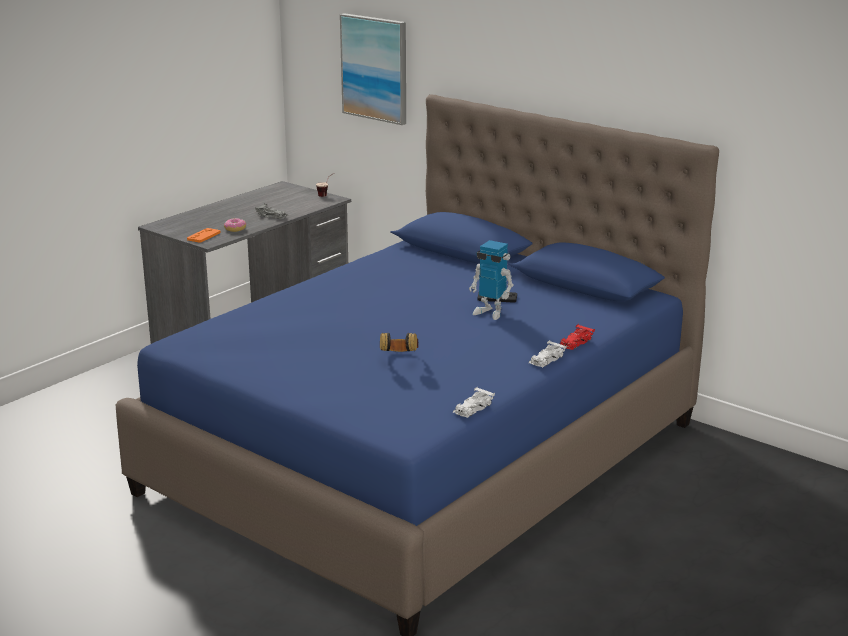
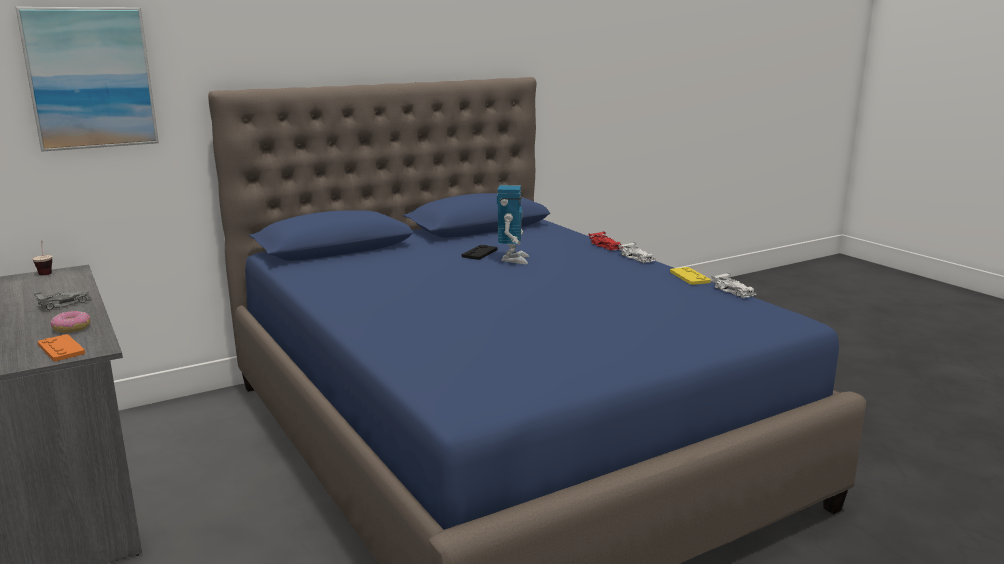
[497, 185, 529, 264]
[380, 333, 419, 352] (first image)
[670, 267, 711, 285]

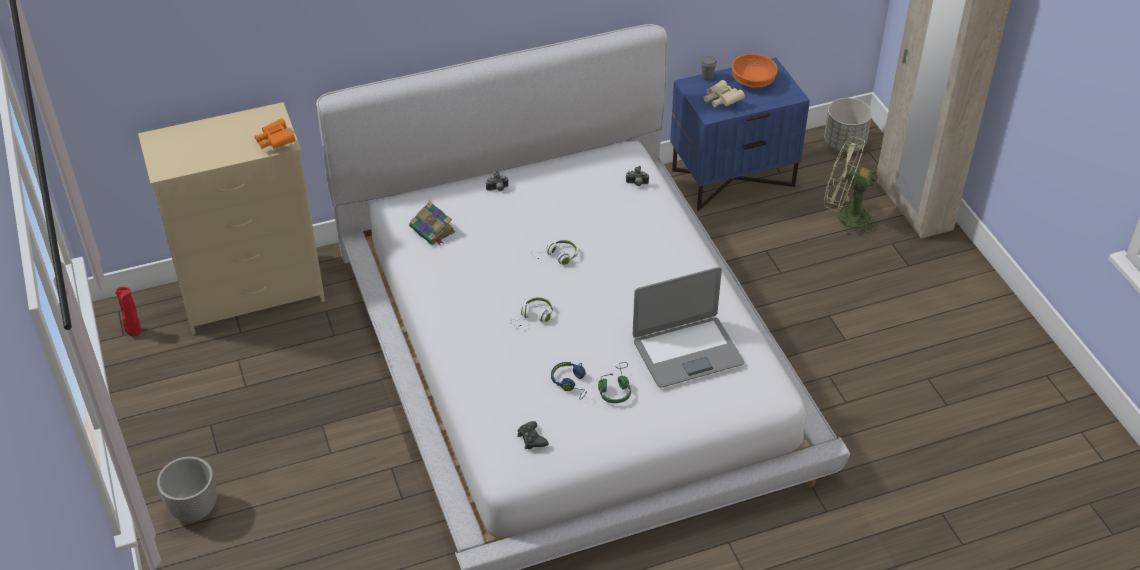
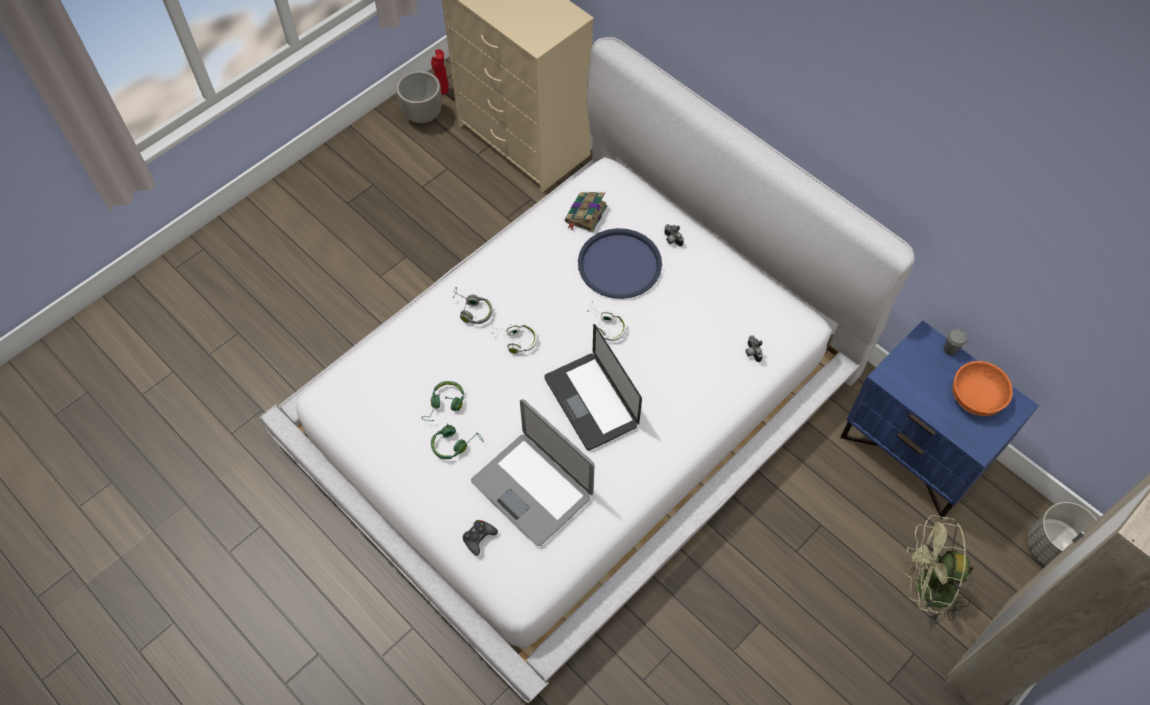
[704, 80, 745, 107] (first image)
[255, 118, 296, 149] (first image)
[905, 515, 974, 621]
[423, 381, 464, 421]
[463, 520, 498, 556]
[396, 71, 441, 123]
[578, 228, 662, 299]
[452, 287, 492, 324]
[544, 324, 642, 451]

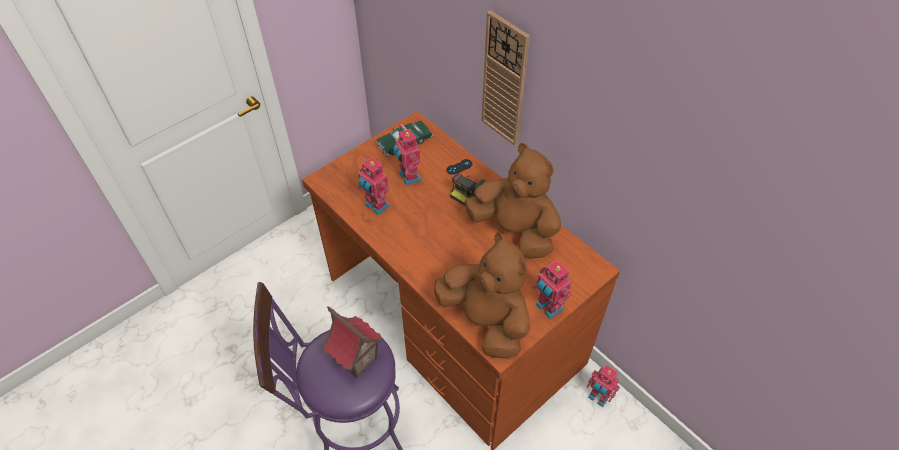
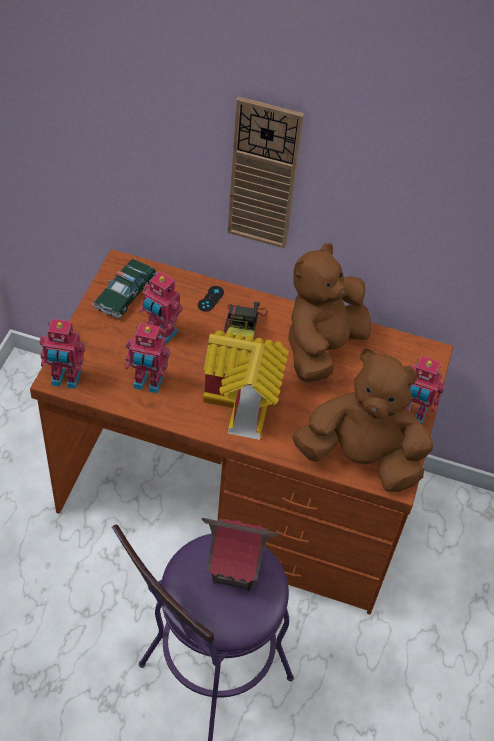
[288, 243, 371, 382]
[40, 319, 85, 389]
[203, 330, 289, 440]

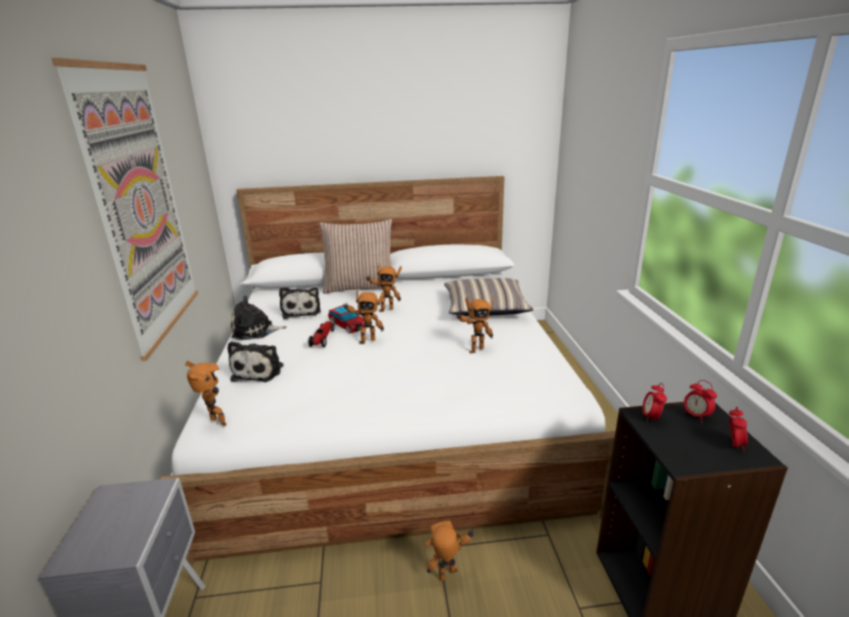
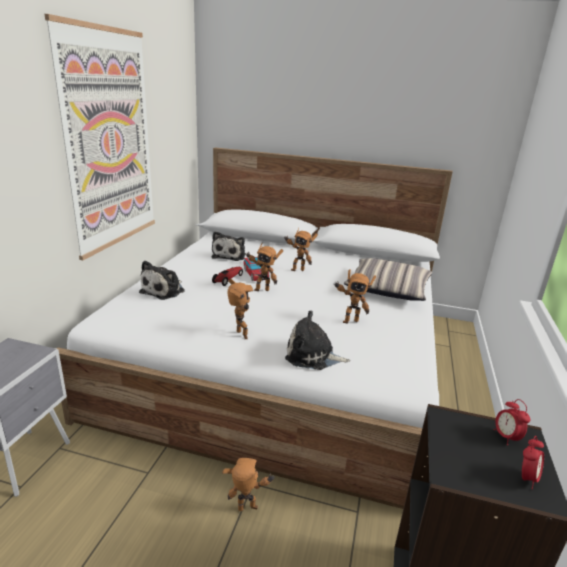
[319, 219, 395, 294] (first image)
[285, 311, 350, 370]
[228, 279, 253, 339]
[642, 383, 667, 421] (first image)

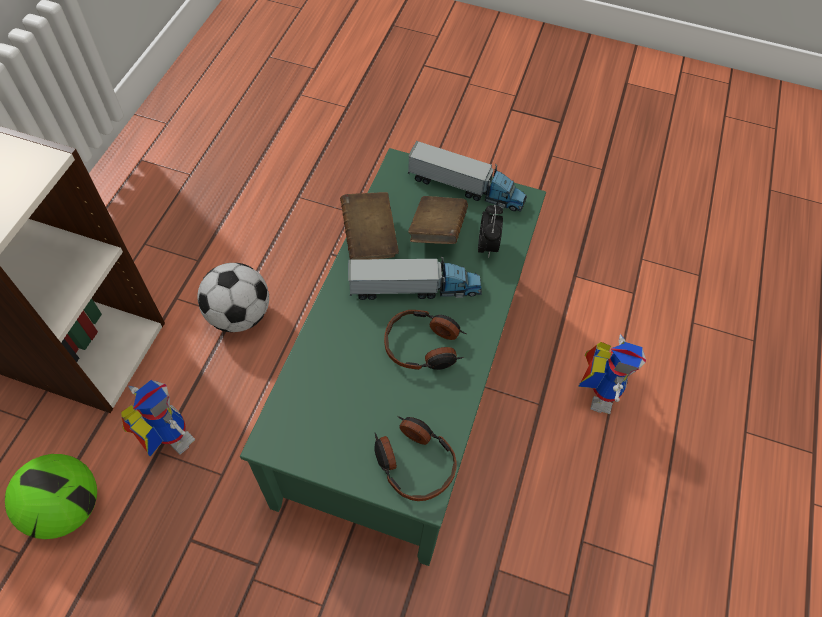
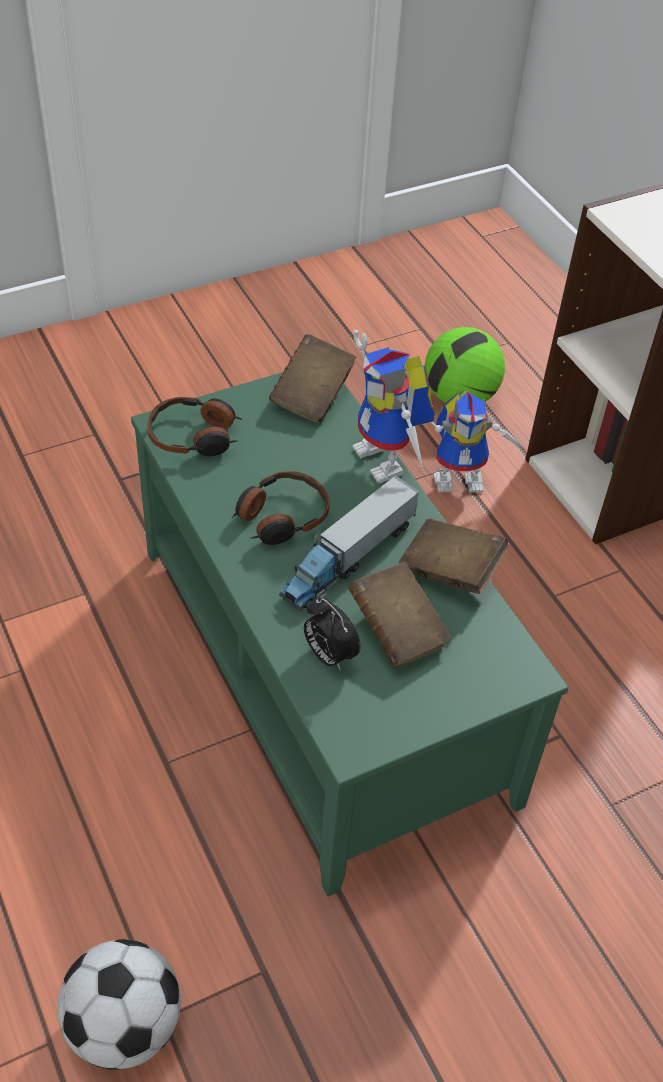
[408, 141, 527, 212] (first image)
[57, 939, 181, 1070]
[352, 330, 435, 484]
[269, 334, 356, 423]

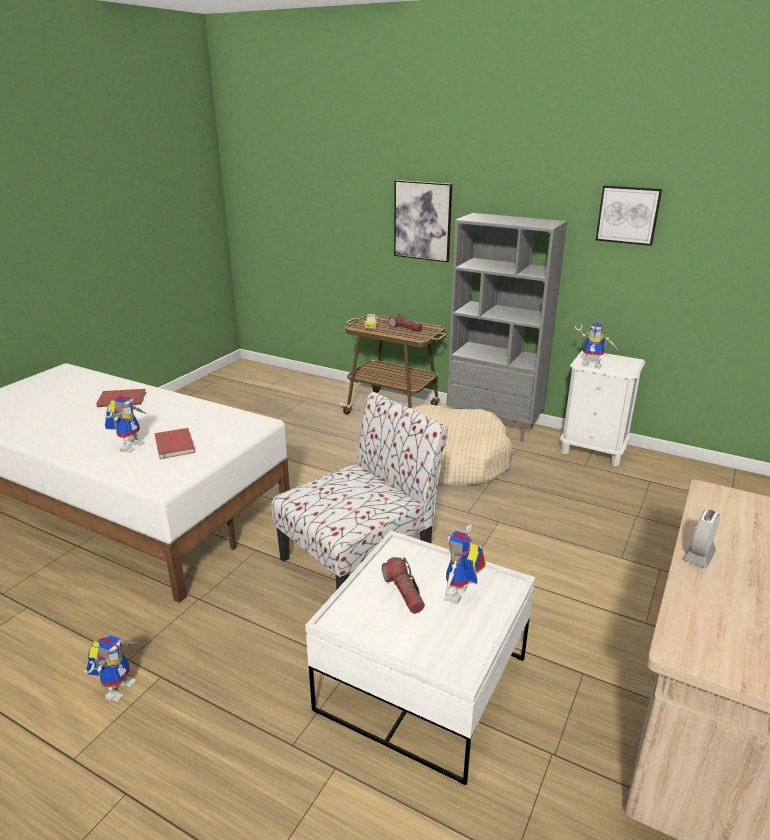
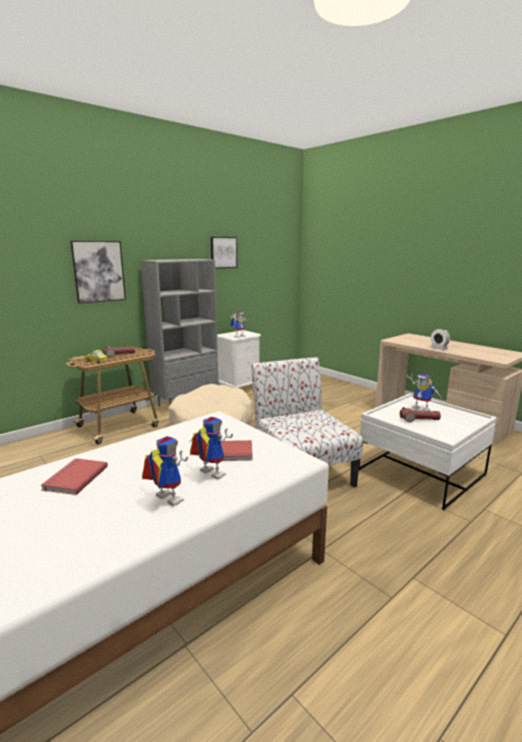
[142, 436, 188, 506]

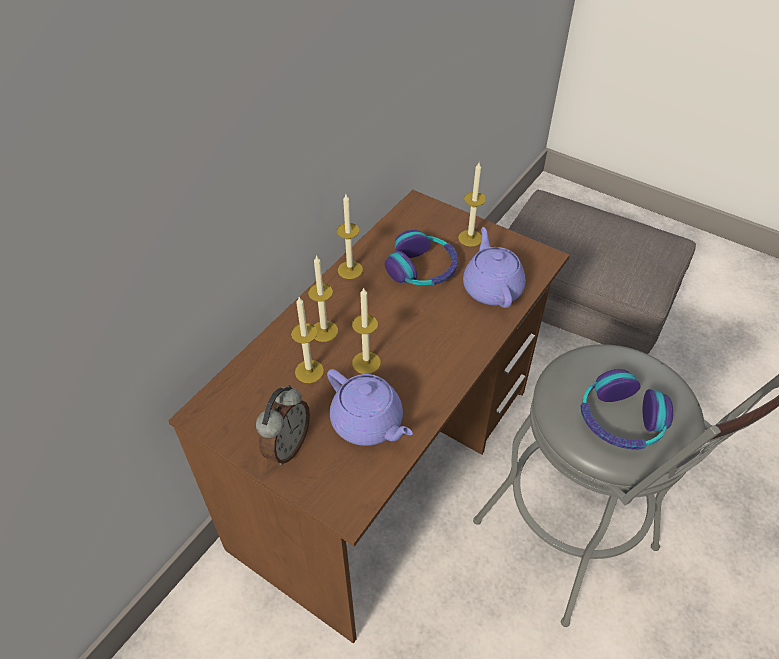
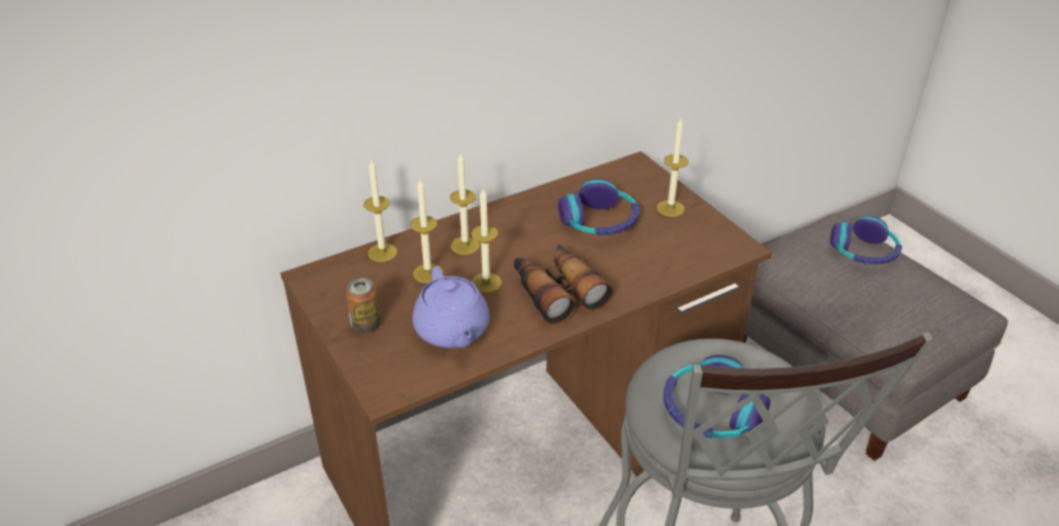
[364, 160, 397, 262]
[463, 227, 526, 308] (first image)
[346, 278, 380, 333]
[830, 216, 902, 264]
[514, 244, 613, 325]

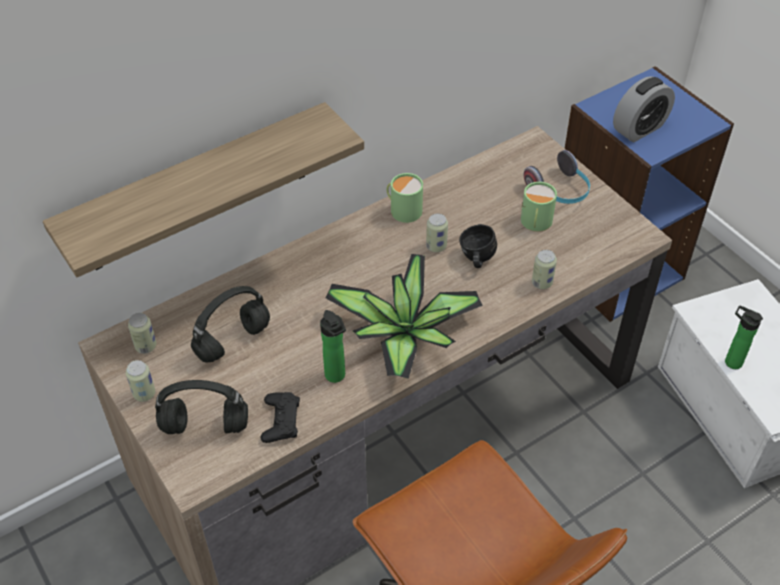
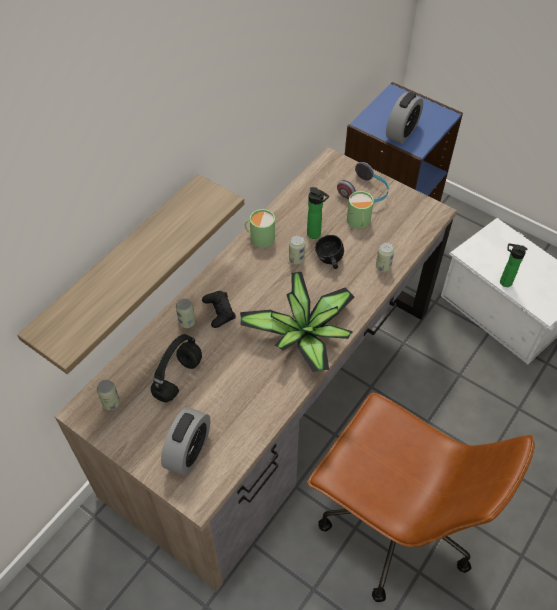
[307, 187, 329, 239]
[176, 298, 195, 328]
[161, 407, 210, 476]
[202, 291, 236, 328]

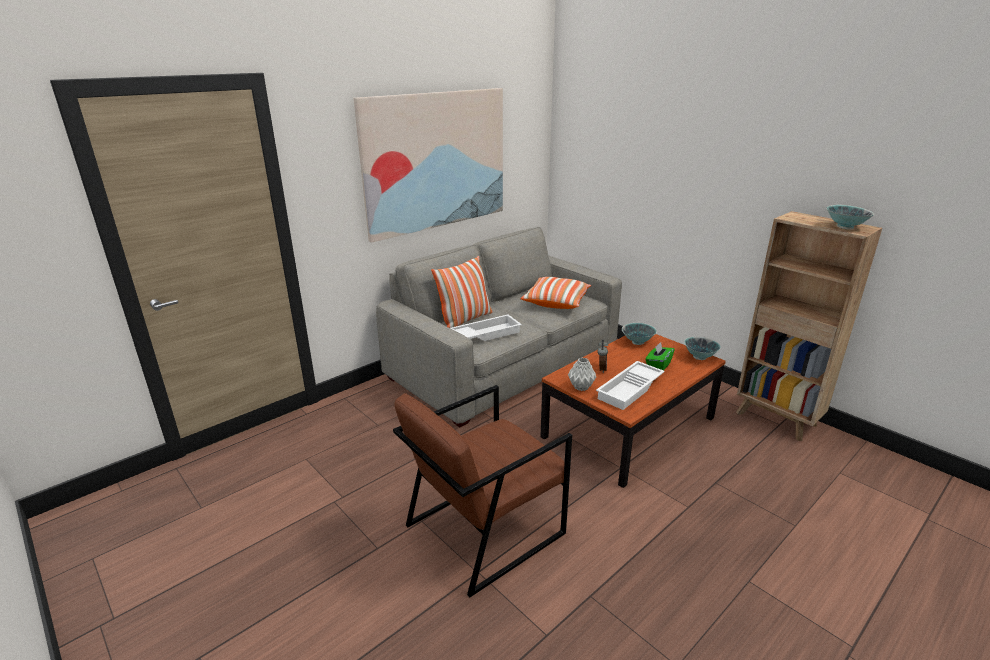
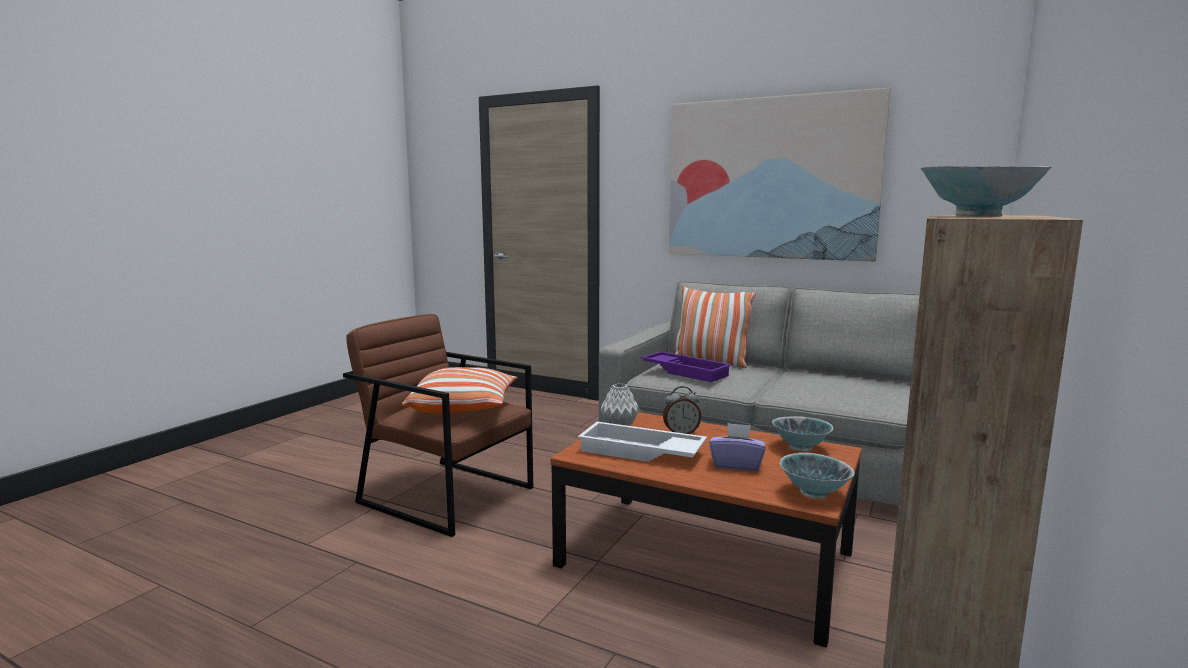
[402, 367, 518, 414]
[641, 352, 732, 382]
[709, 423, 766, 471]

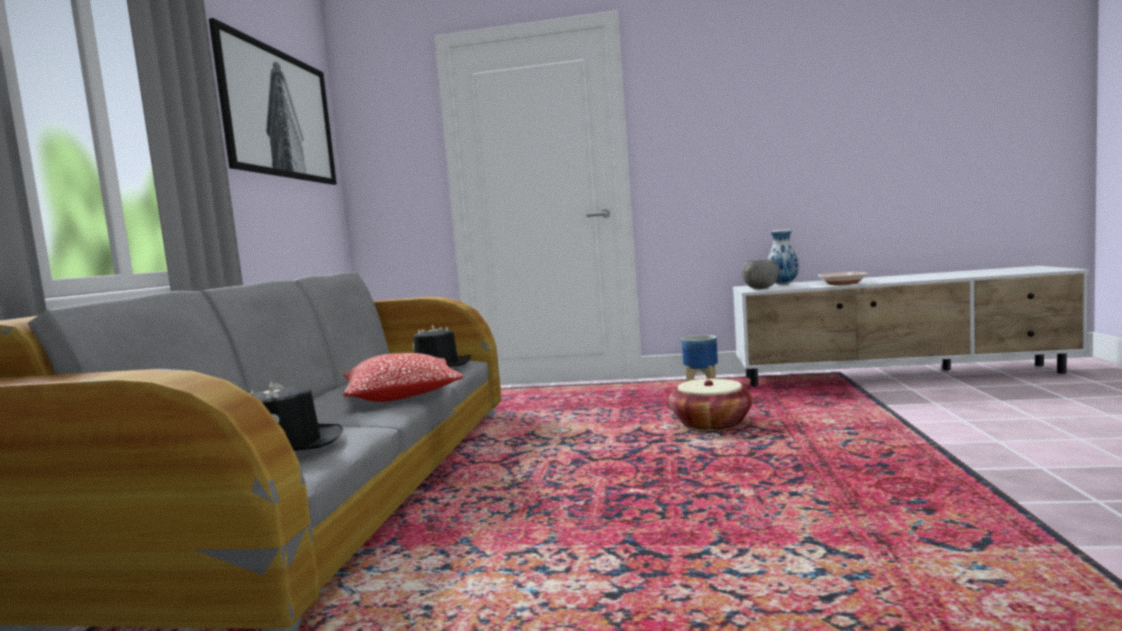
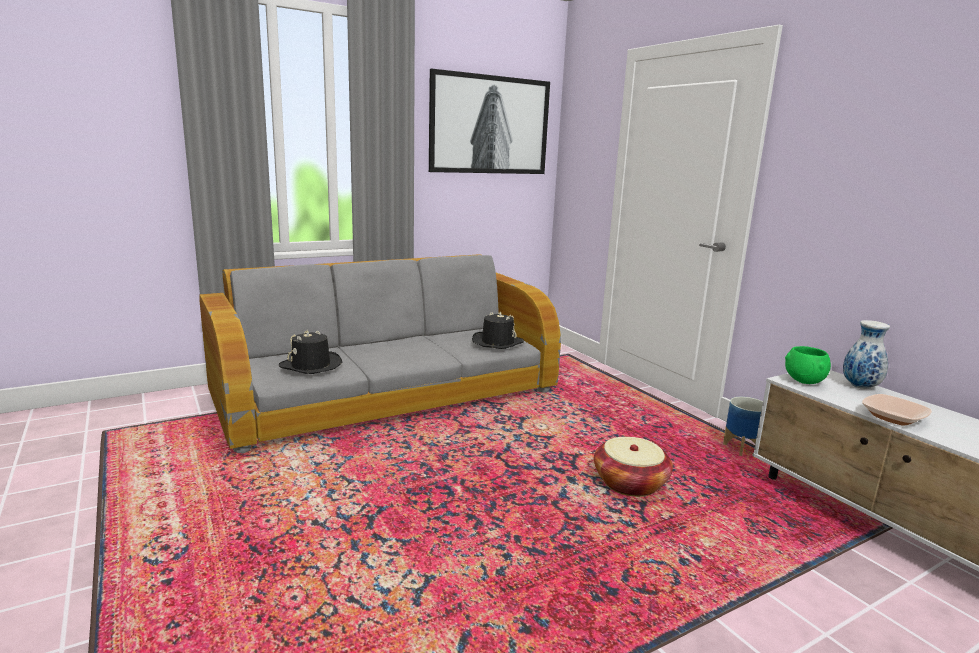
[785, 346, 831, 384]
[343, 353, 464, 402] (first image)

